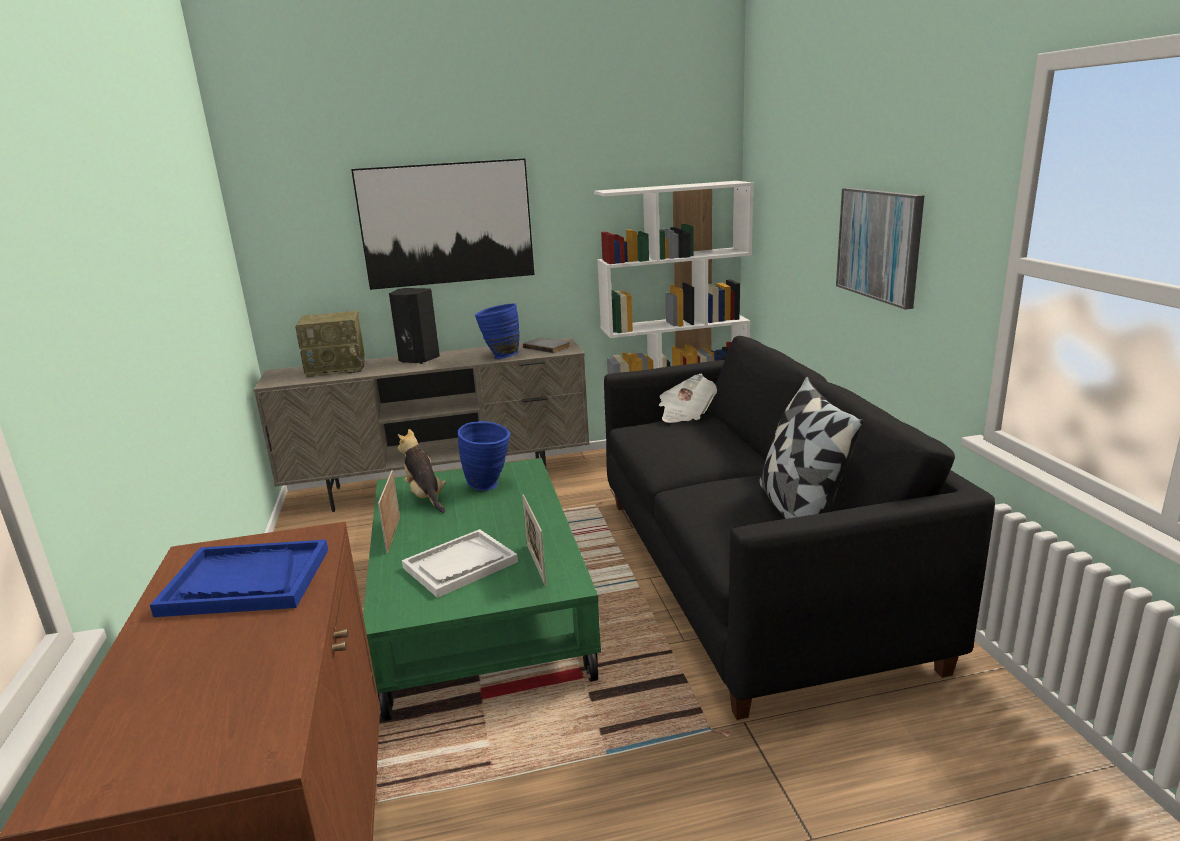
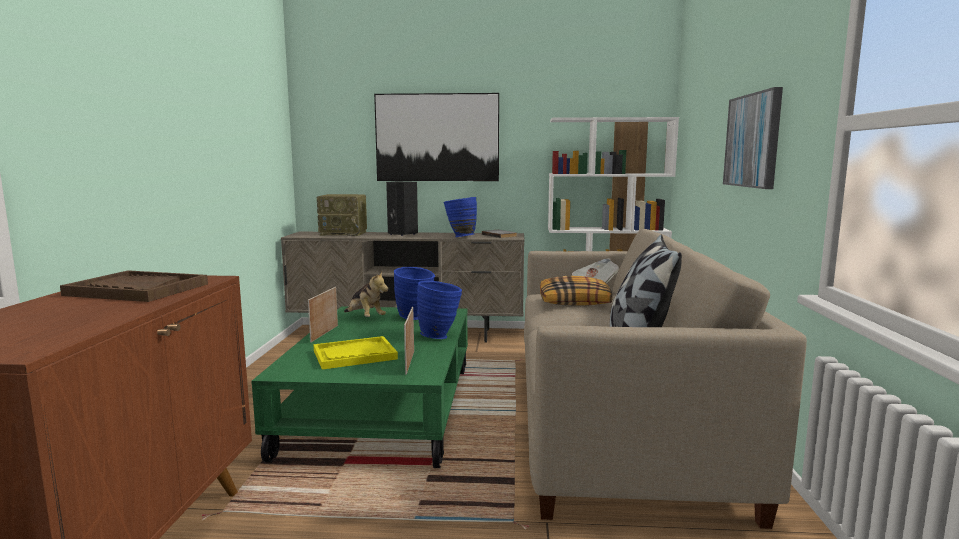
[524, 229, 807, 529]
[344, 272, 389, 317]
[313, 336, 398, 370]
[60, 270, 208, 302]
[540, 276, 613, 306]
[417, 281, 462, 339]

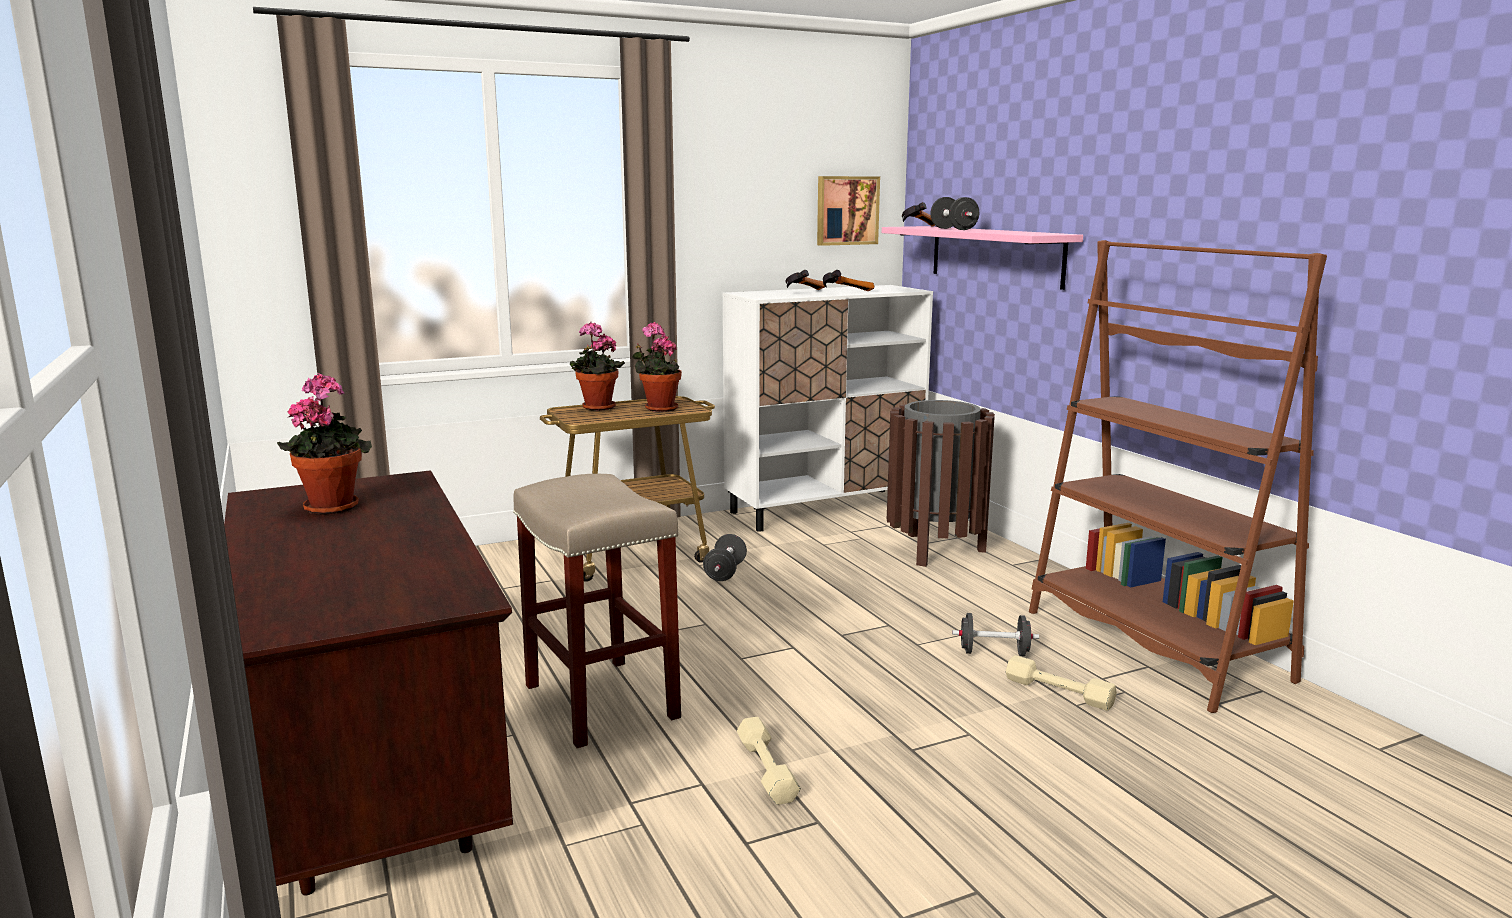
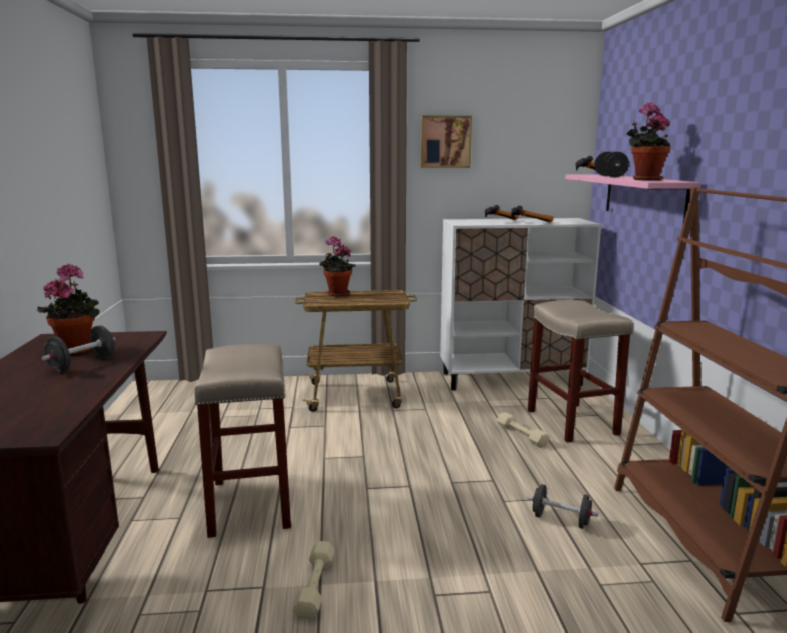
[420, 115, 472, 168]
[627, 102, 670, 181]
[528, 300, 633, 443]
[42, 325, 116, 372]
[497, 412, 550, 448]

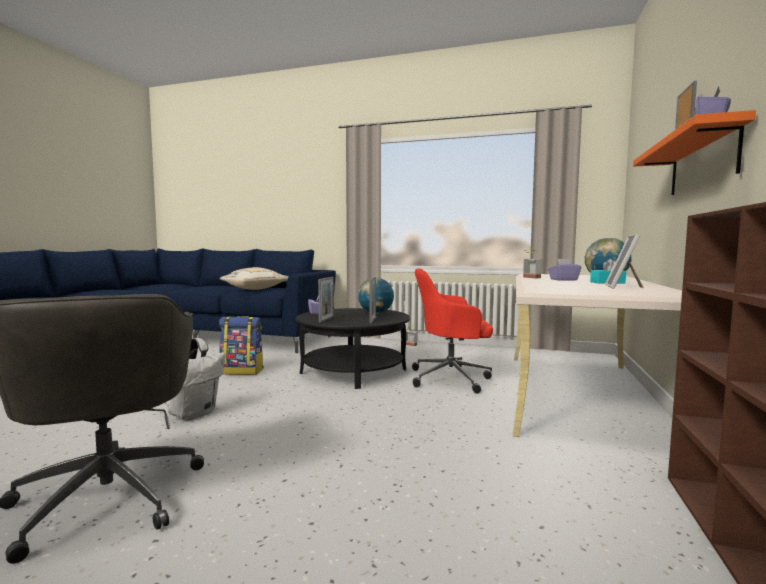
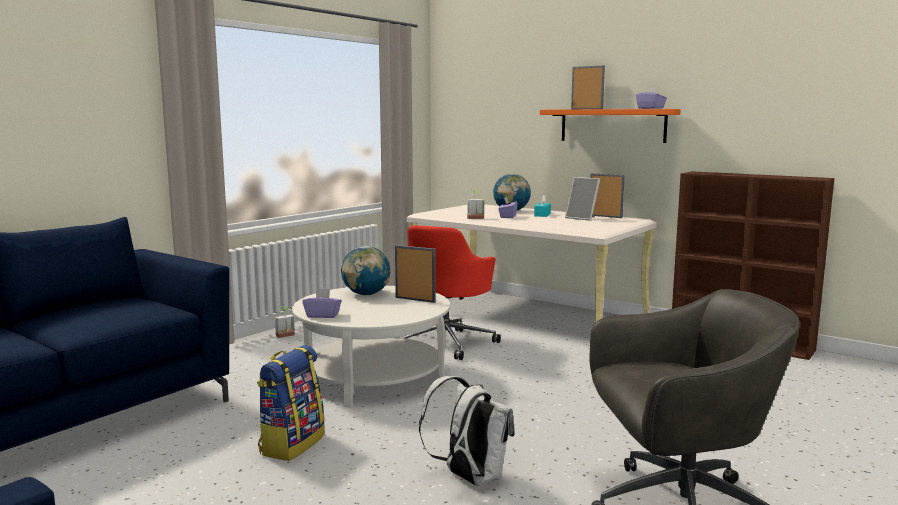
[220, 267, 289, 290] (first image)
[590, 173, 625, 218]
[292, 286, 450, 407]

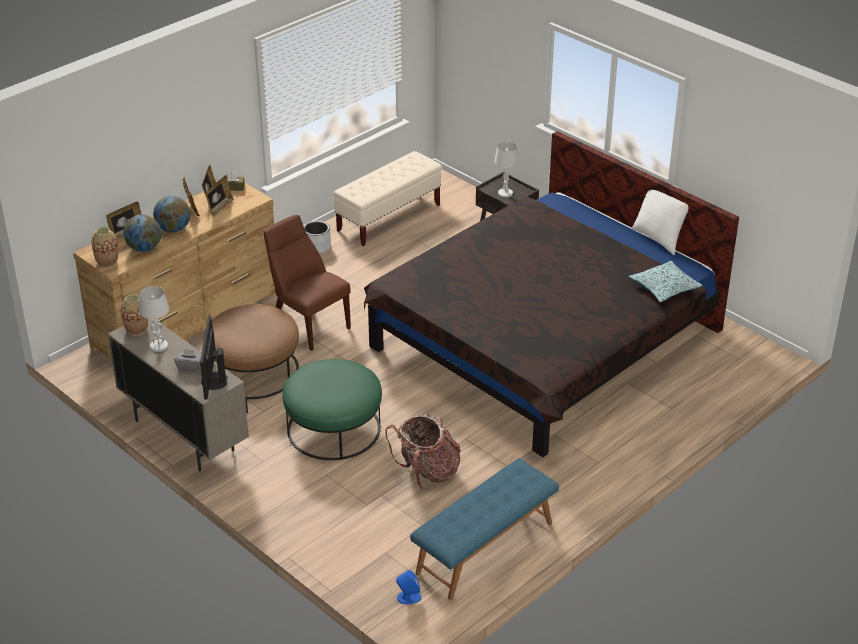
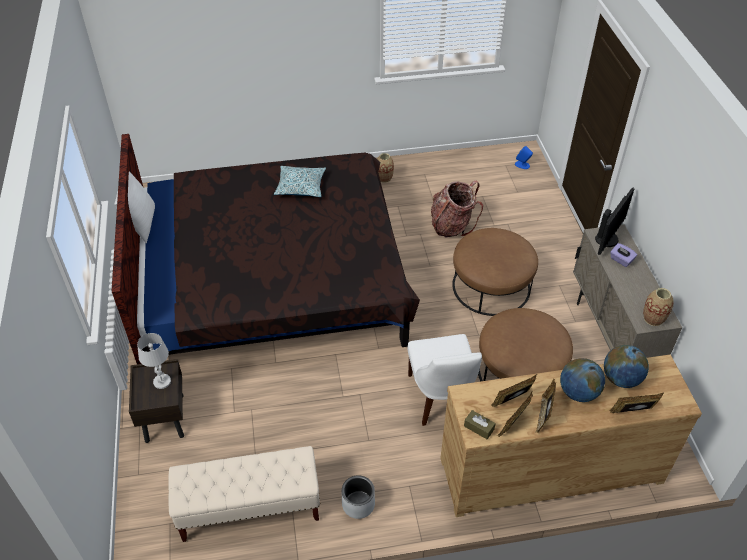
[407, 334, 482, 426]
[377, 153, 394, 183]
[274, 166, 326, 197]
[139, 286, 169, 352] (first image)
[610, 243, 637, 267]
[452, 228, 538, 316]
[410, 459, 559, 600] (first image)

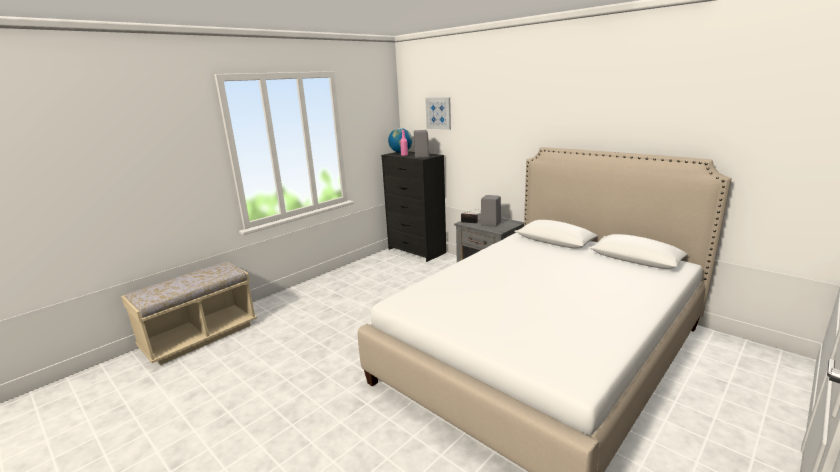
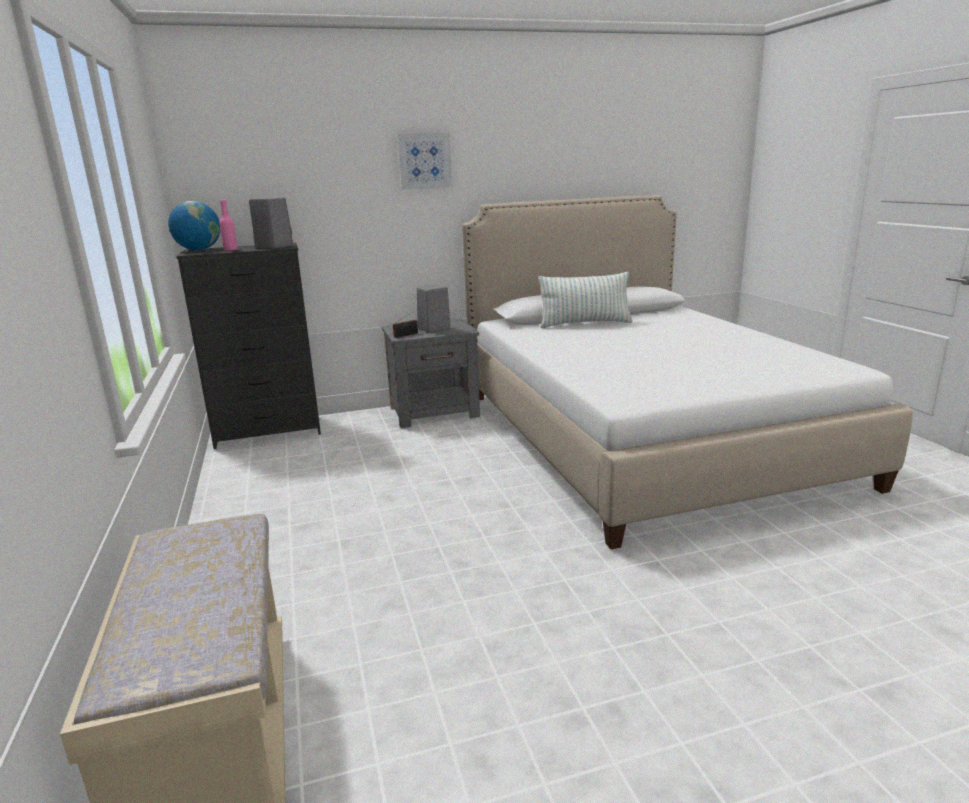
[397, 133, 452, 190]
[538, 272, 633, 328]

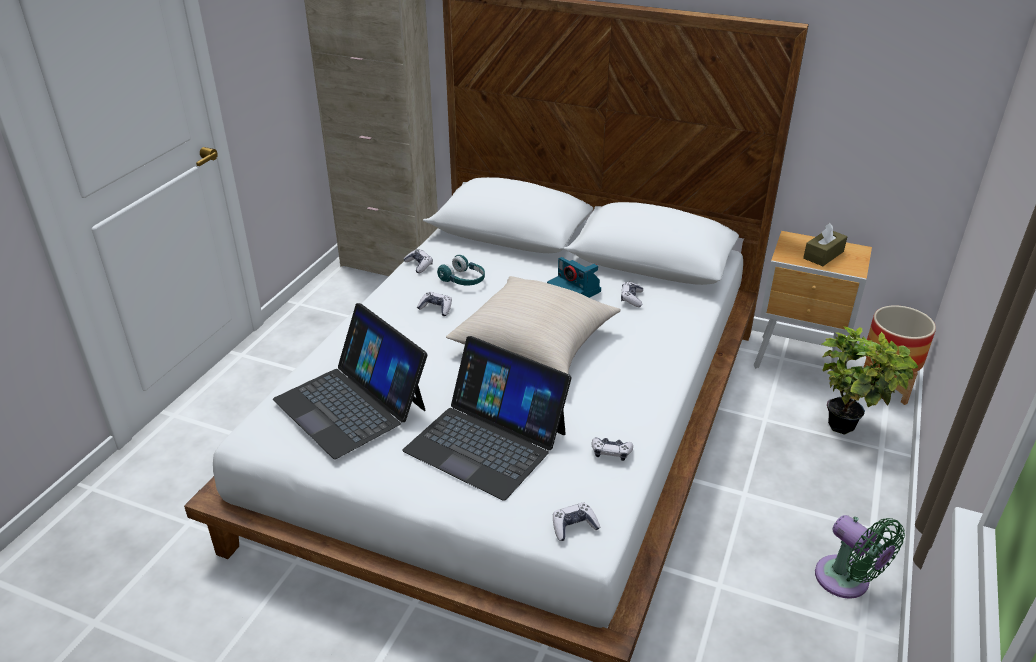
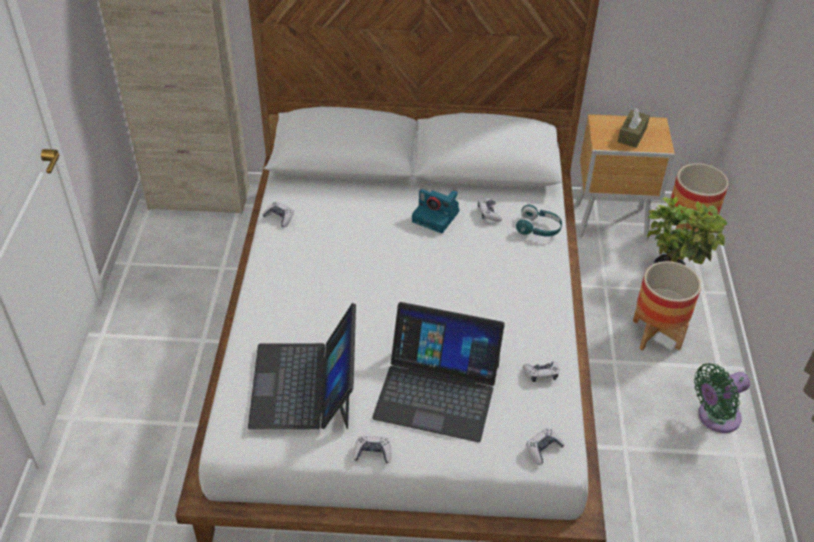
[516, 204, 562, 237]
[446, 276, 621, 374] (first image)
[353, 435, 391, 464]
[248, 303, 356, 430]
[694, 363, 750, 433]
[633, 261, 701, 350]

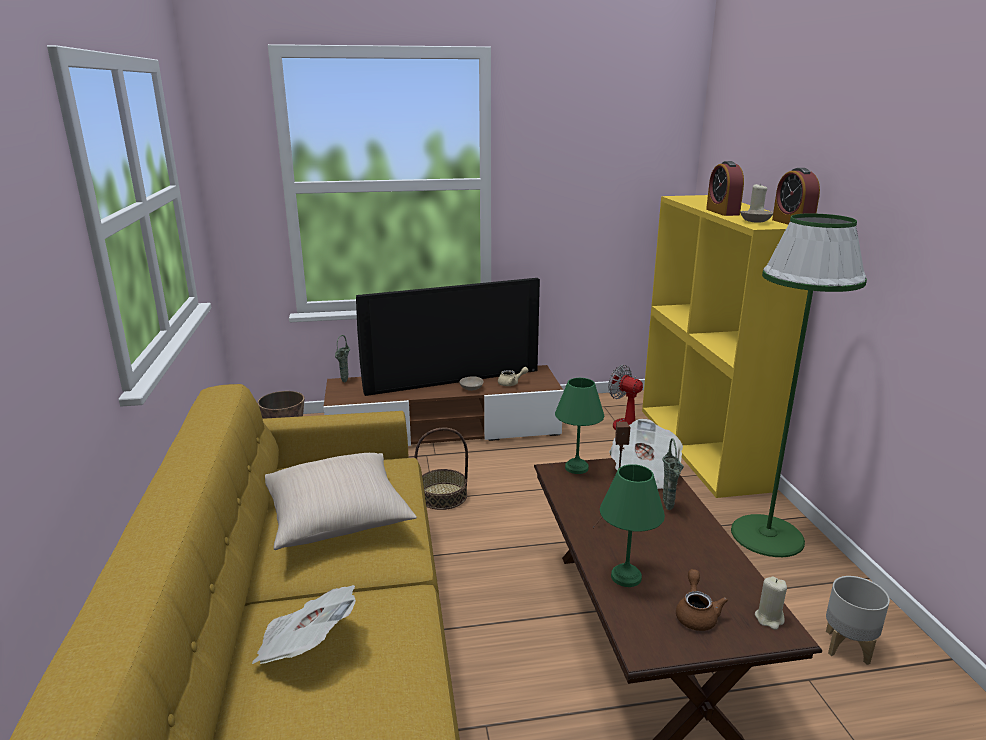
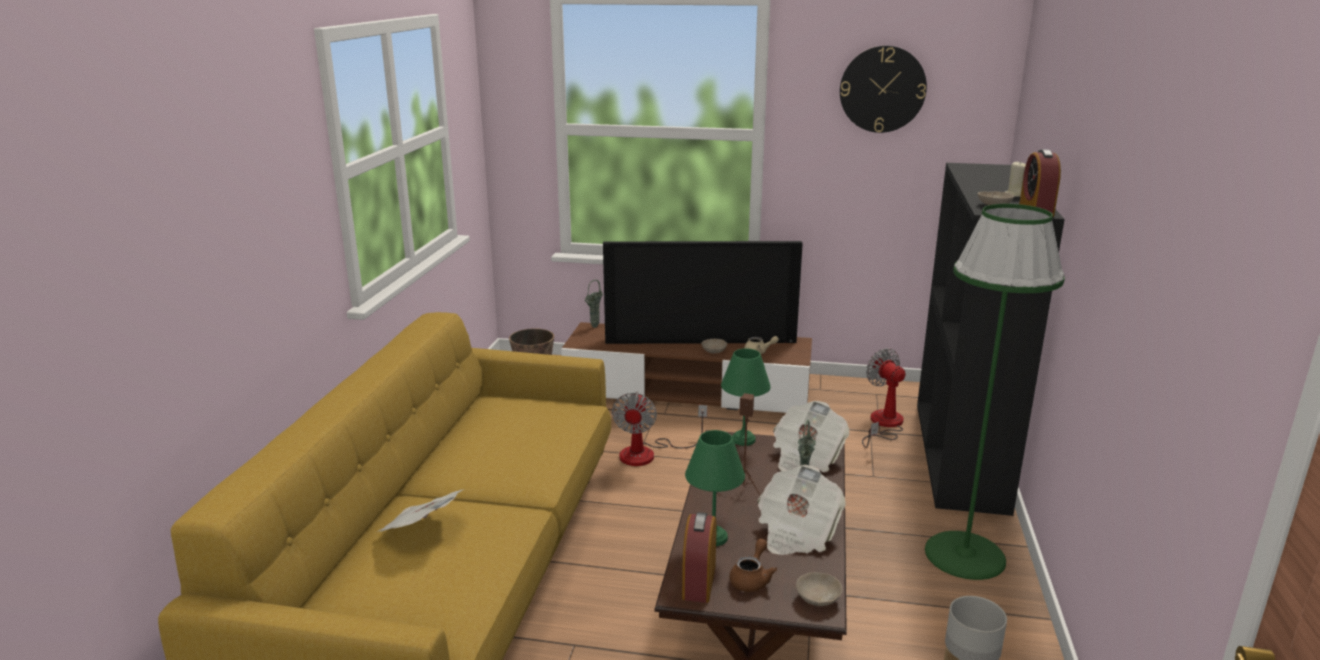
[682, 512, 717, 603]
[917, 163, 1065, 516]
[612, 392, 707, 466]
[265, 453, 417, 550] (first image)
[796, 572, 843, 606]
[840, 46, 927, 133]
[757, 465, 846, 555]

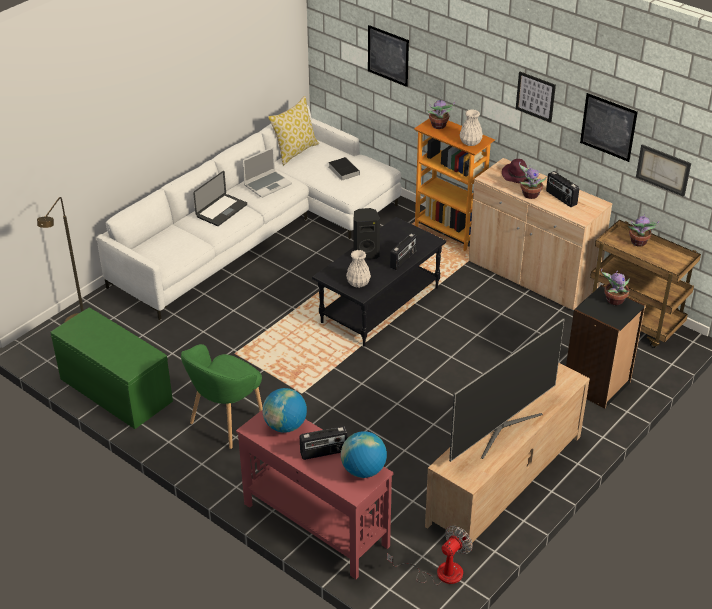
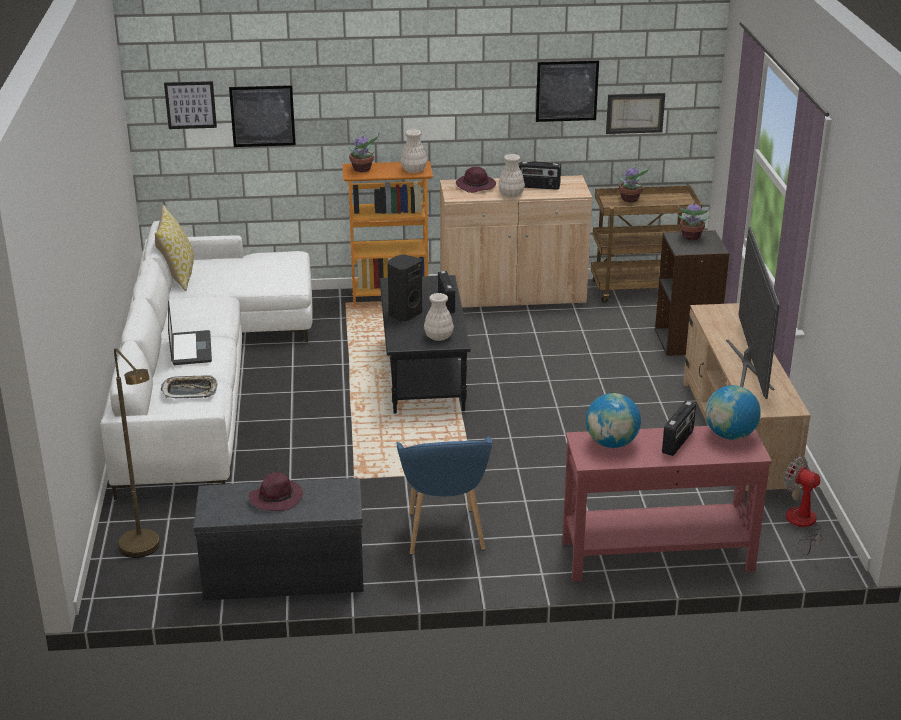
[164, 81, 217, 129]
[243, 147, 292, 198] (first image)
[328, 157, 360, 180] (first image)
[498, 154, 525, 197]
[194, 478, 364, 601]
[396, 437, 492, 555]
[784, 456, 822, 555]
[161, 375, 218, 398]
[249, 472, 303, 511]

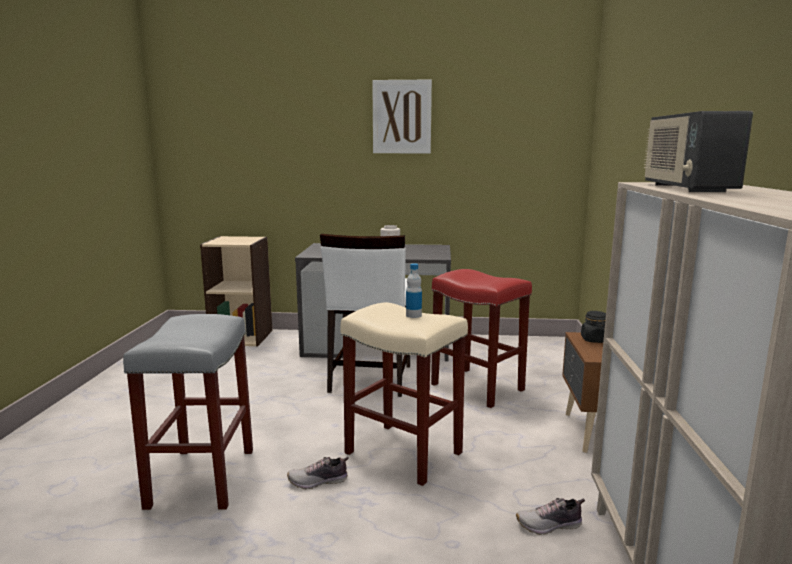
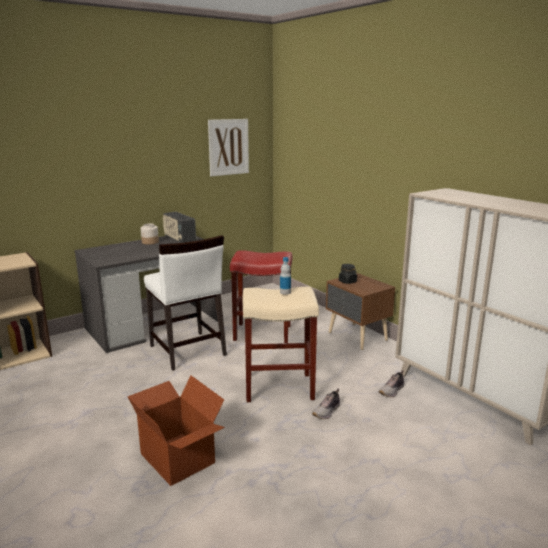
[208, 119, 249, 176]
[163, 212, 196, 243]
[128, 376, 225, 486]
[312, 389, 340, 419]

